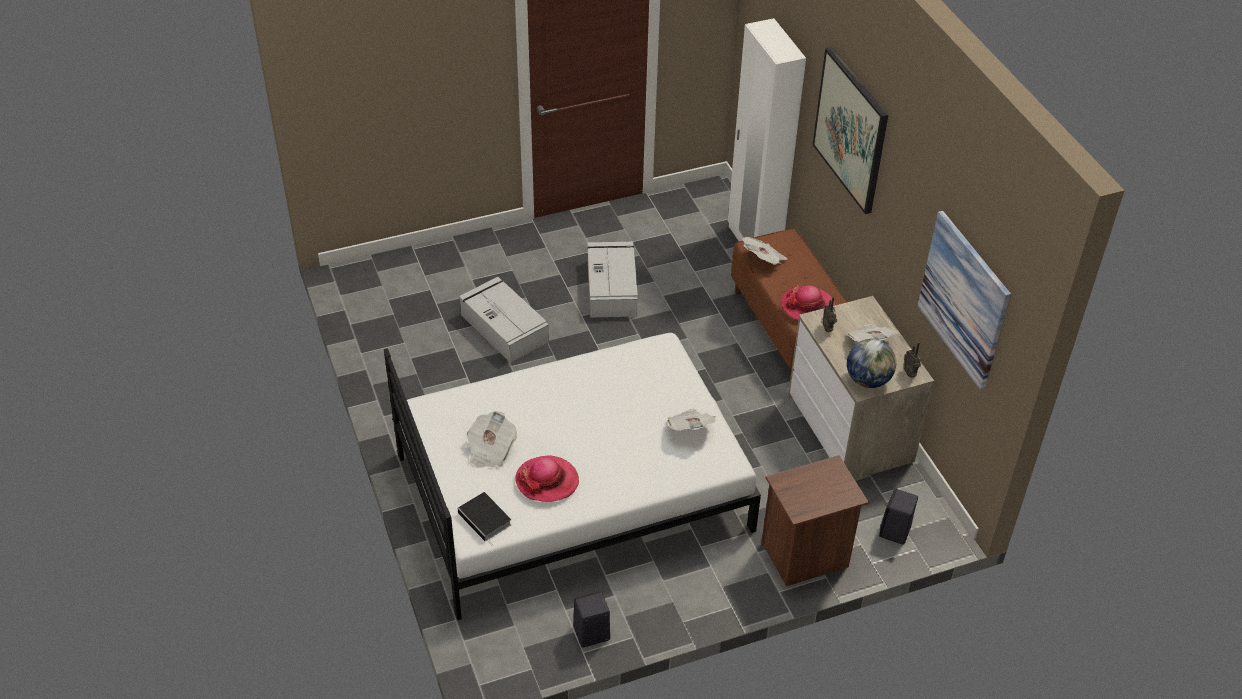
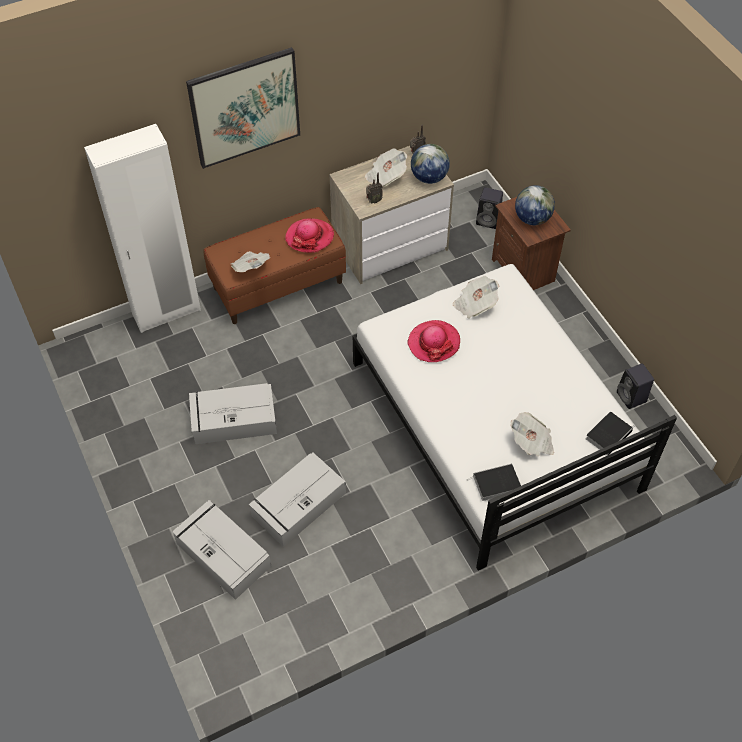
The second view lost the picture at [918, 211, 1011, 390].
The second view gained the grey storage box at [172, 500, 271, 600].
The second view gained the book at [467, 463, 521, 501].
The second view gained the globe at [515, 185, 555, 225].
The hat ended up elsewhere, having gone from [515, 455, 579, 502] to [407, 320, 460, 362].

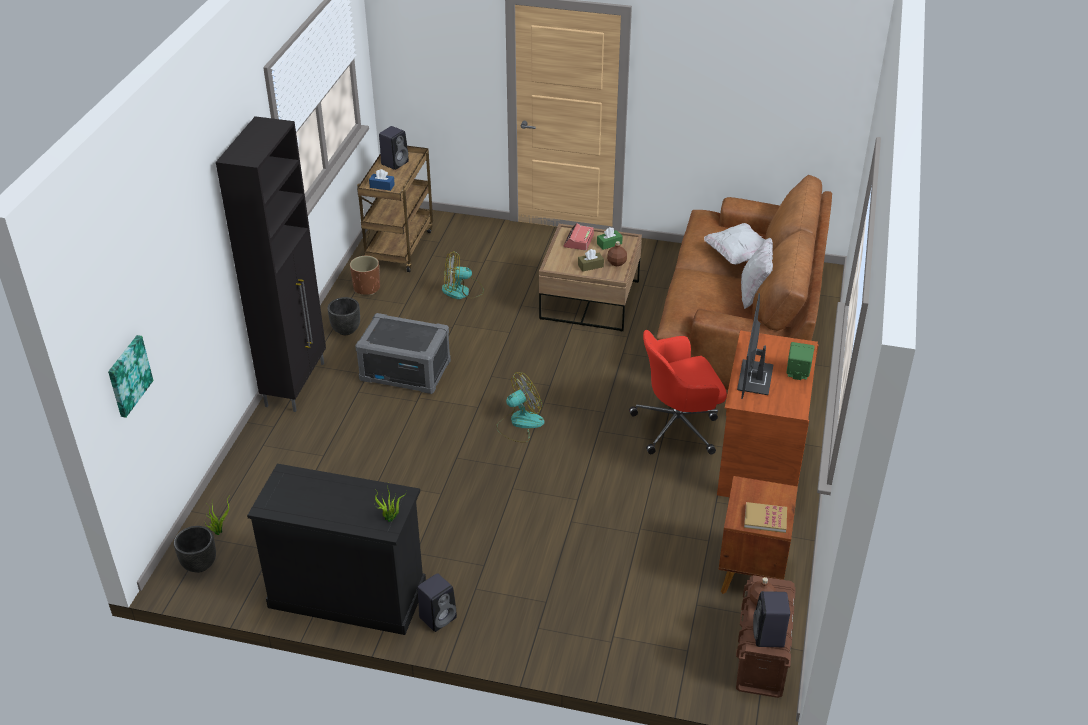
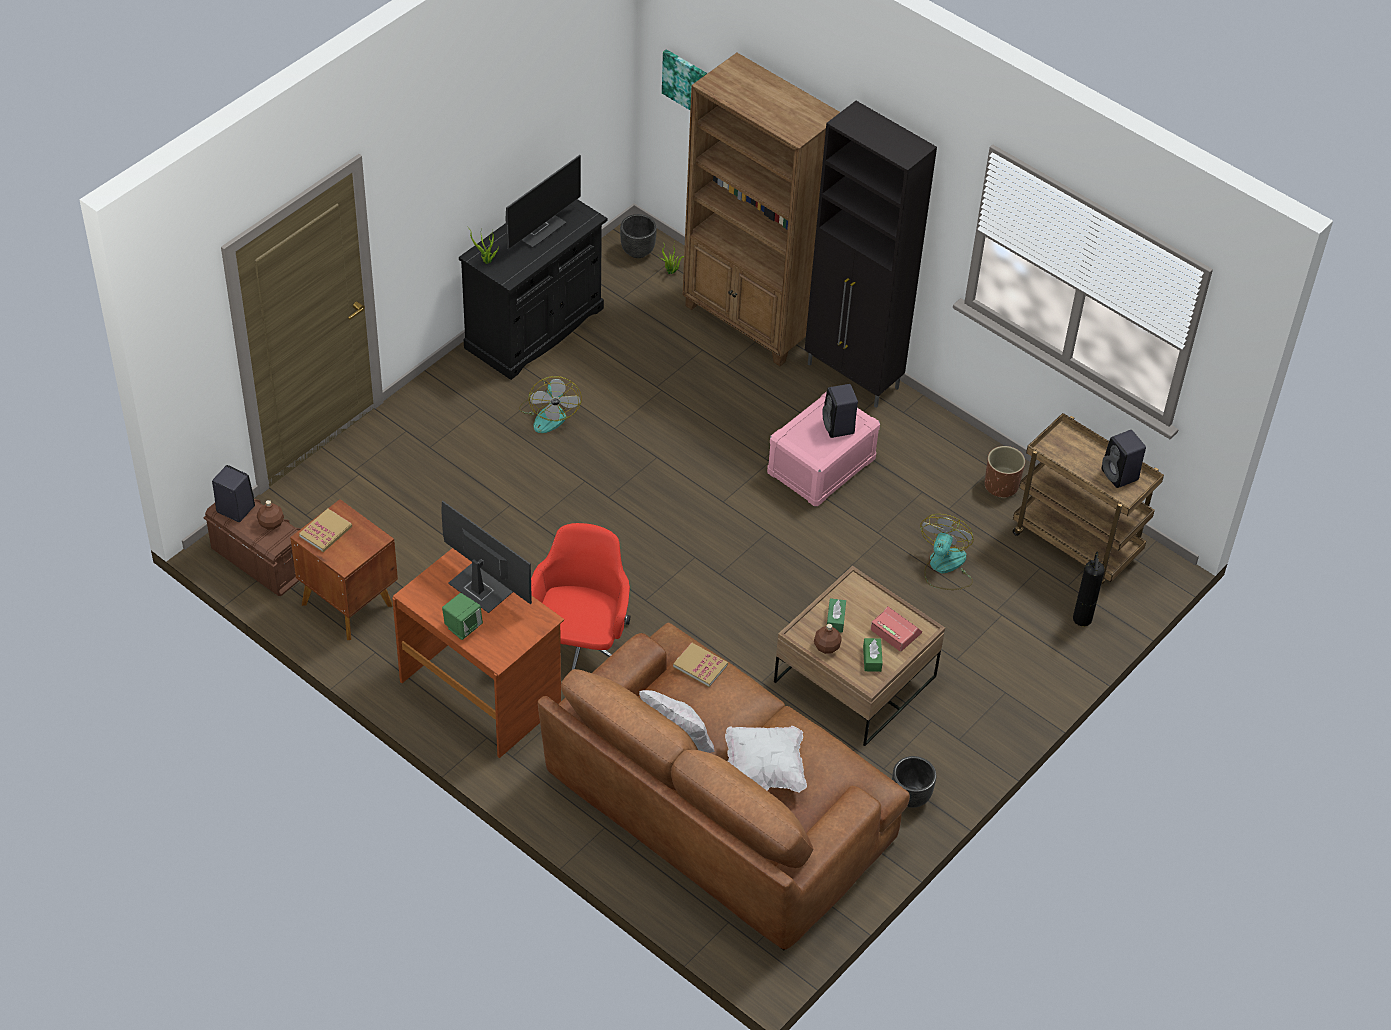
The second view lost the blue tissue box at [369, 169, 395, 191].
The second view gained the monitor at [506, 155, 581, 250].
The second view gained the book at [673, 643, 728, 687].
The second view gained the brown bookcase at [683, 53, 840, 366].
The second view gained the fire extinguisher at [1073, 552, 1105, 626].
The black planter ended up elsewhere, having gone from [328, 297, 360, 335] to [892, 756, 936, 808].
The black speaker ended up elsewhere, having gone from [417, 573, 457, 632] to [822, 384, 858, 438].
The fan ended up elsewhere, having gone from [496, 372, 544, 442] to [519, 376, 582, 433].
What was the grey storage box at [355, 313, 451, 394] turned into the pink storage box at [767, 392, 880, 507].
What was the brown tissue box at [578, 249, 604, 272] turned into the green tissue box at [827, 598, 846, 633].

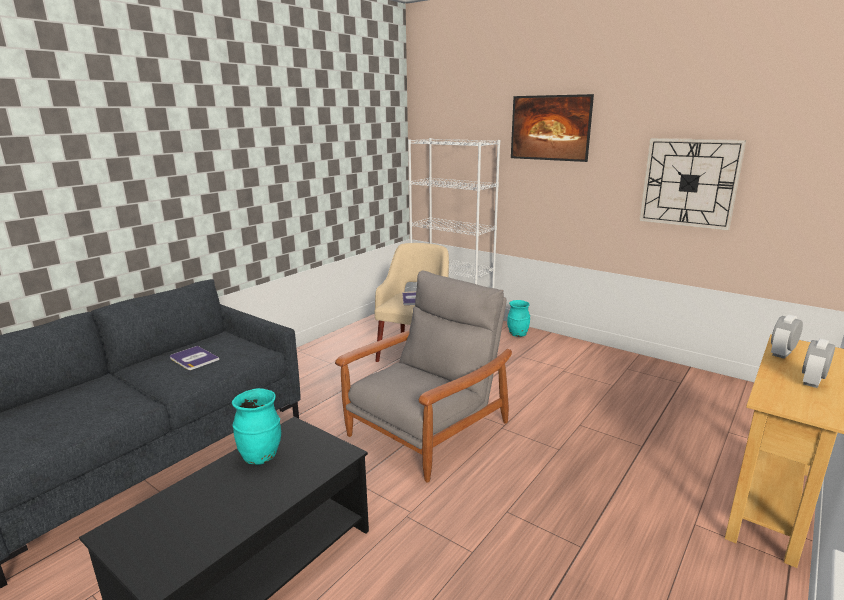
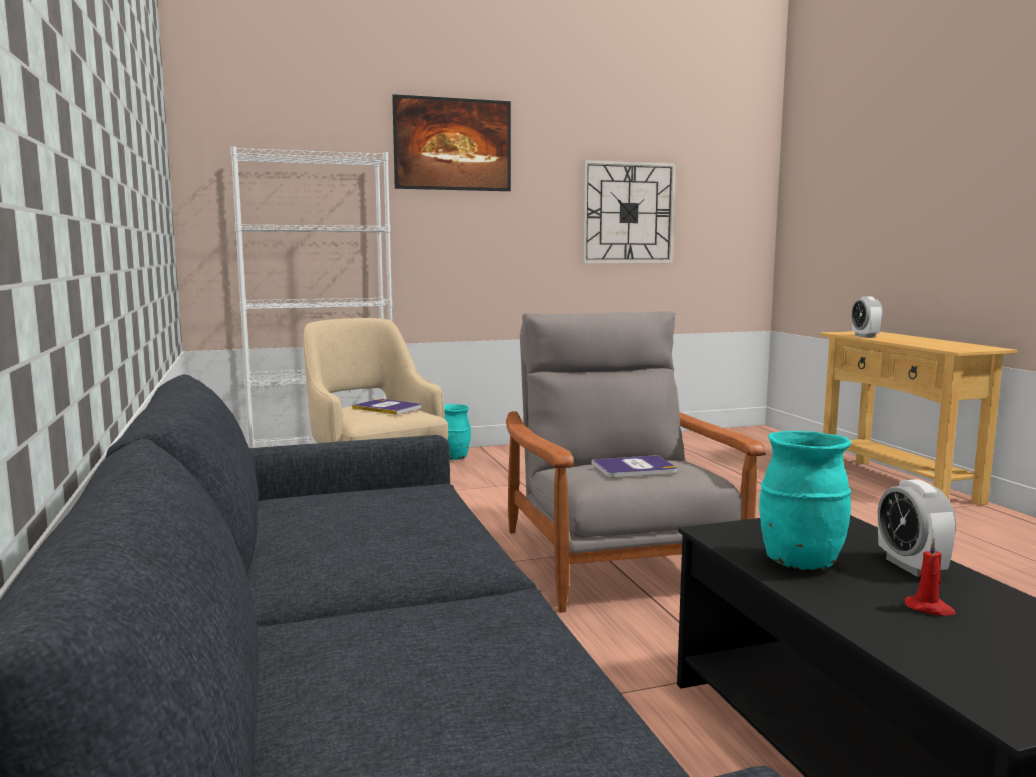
The second view gained the red candle at [905, 538, 956, 616].
The book ended up elsewhere, having gone from [170, 346, 219, 370] to [591, 455, 677, 478].
The alarm clock ended up elsewhere, having gone from [802, 339, 835, 388] to [878, 479, 956, 577].

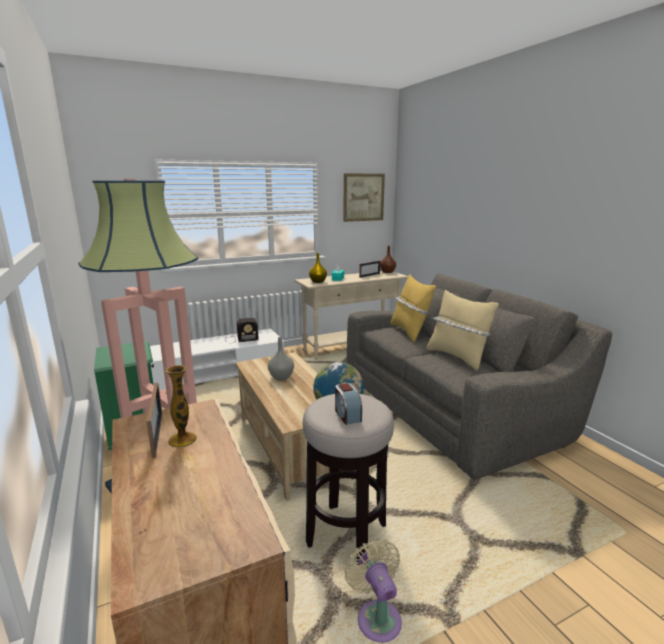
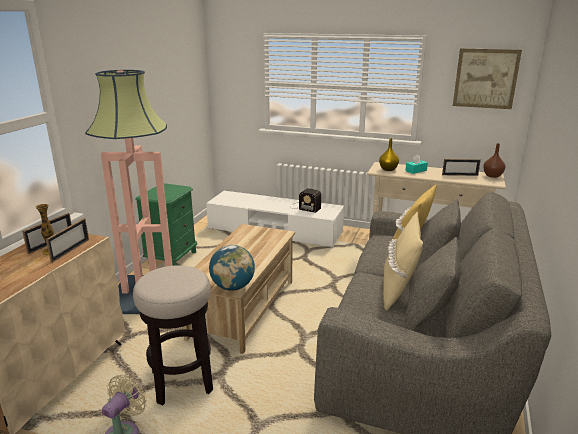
The second view lost the grey vase at [268, 337, 294, 380].
The second view lost the alarm clock at [335, 383, 362, 425].
The second view gained the picture frame at [46, 218, 89, 263].

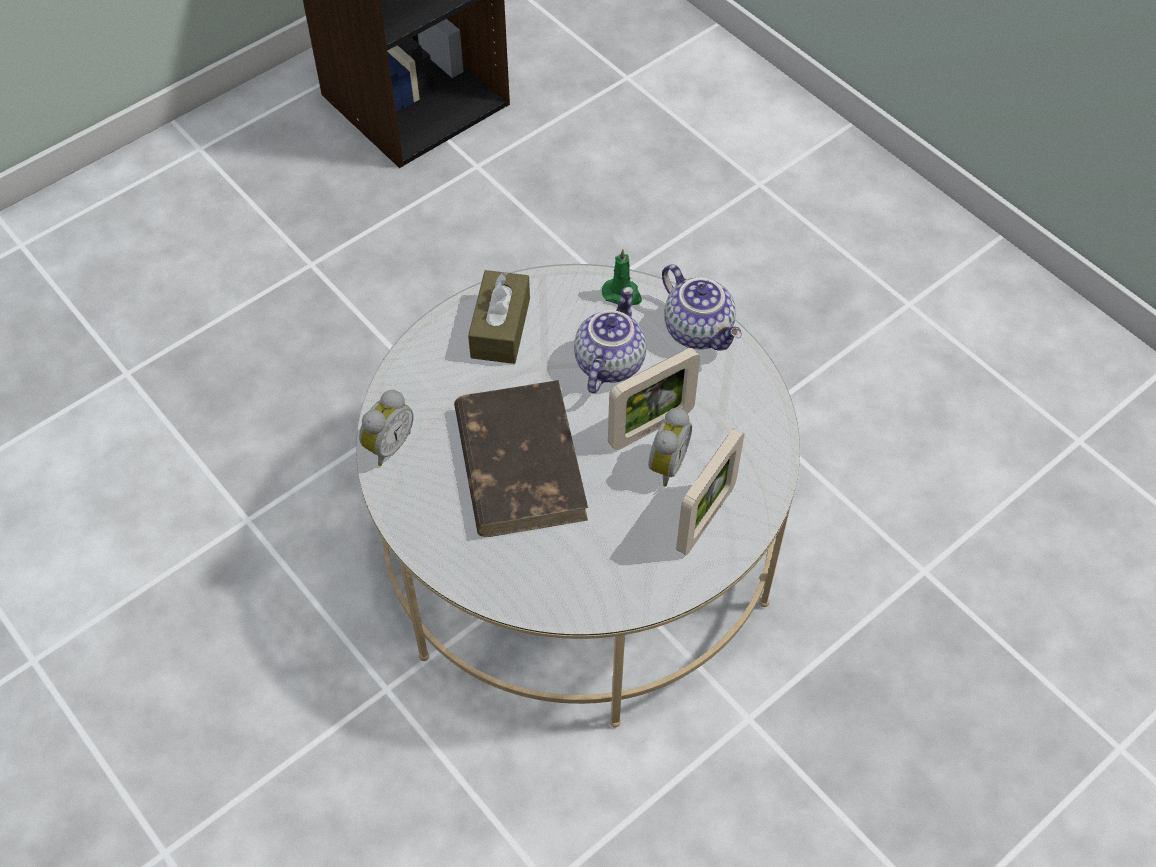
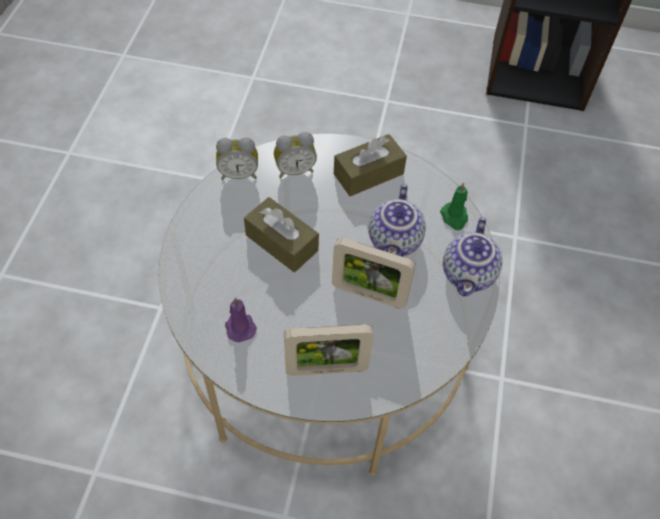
The second view gained the purple candle at [225, 298, 257, 342].
The alarm clock ended up elsewhere, having gone from [648, 408, 692, 486] to [274, 132, 317, 178].
Where the brown book stood at [454, 380, 588, 537], the brown tissue box came to stand at [244, 197, 319, 272].
The teapot at [574, 287, 646, 393] ended up facing another way, 120 degrees clockwise from before.

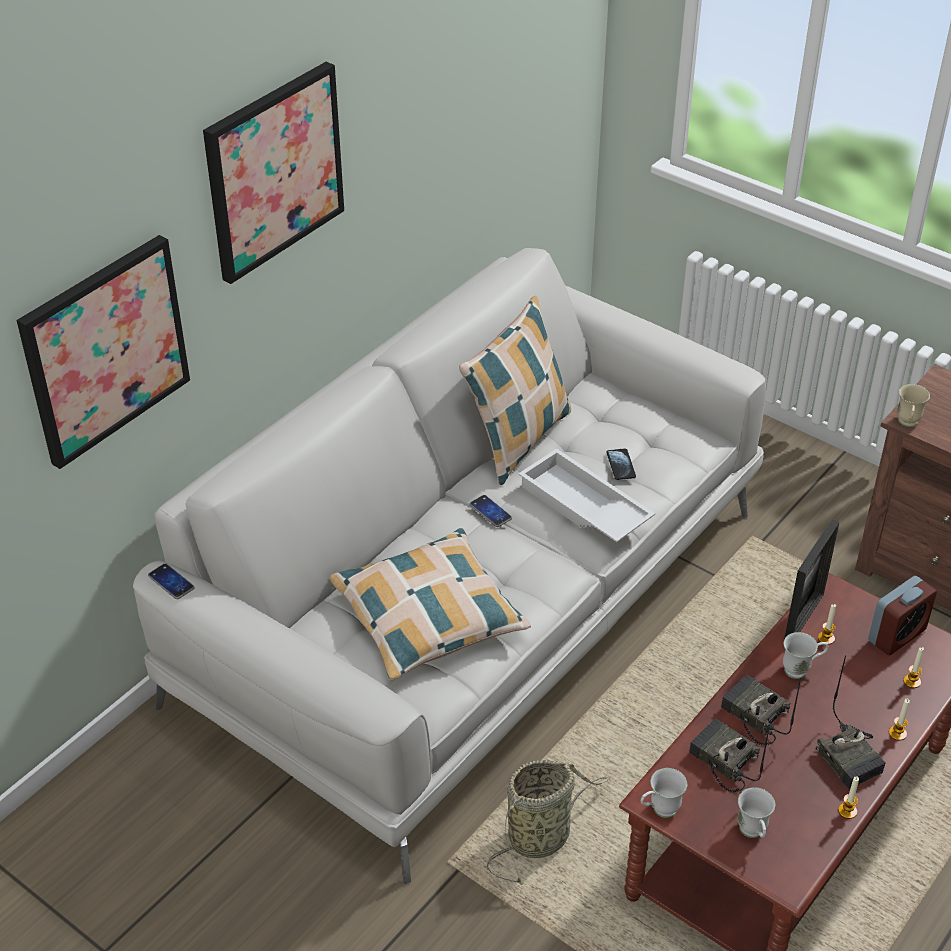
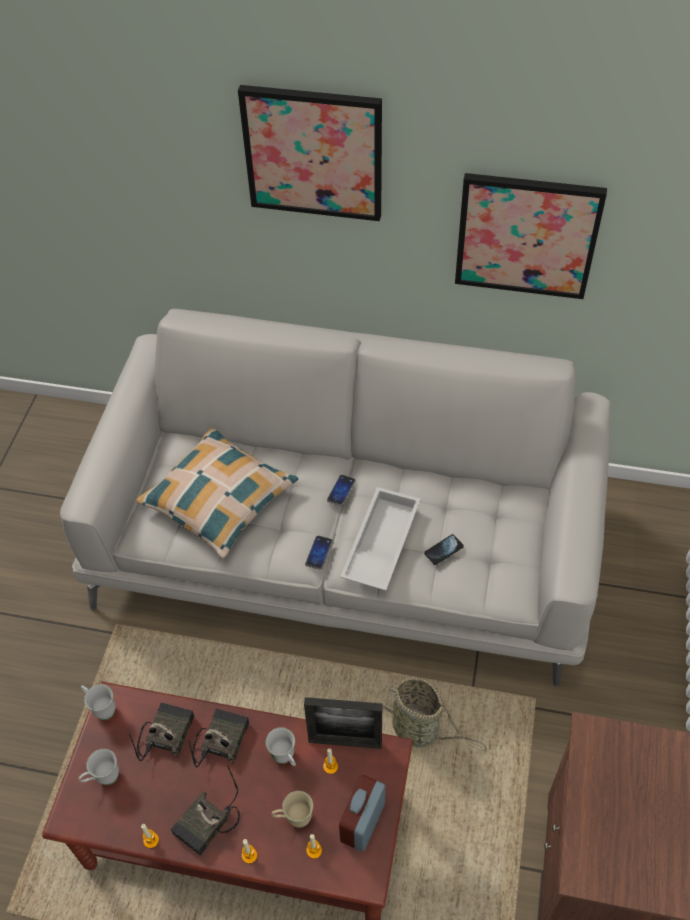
The second view lost the pillow at [459, 296, 571, 485].
The picture ended up elsewhere, having gone from [17, 235, 190, 469] to [455, 173, 607, 299].
The phone ended up elsewhere, having gone from [148, 564, 194, 599] to [305, 536, 333, 570].
The basket ended up elsewhere, having gone from [487, 760, 610, 885] to [374, 677, 487, 752].
The beige mug ended up elsewhere, having gone from [897, 384, 930, 427] to [272, 791, 313, 828].
The alarm clock at [868, 576, 937, 655] ended up facing another way, 90 degrees clockwise from before.

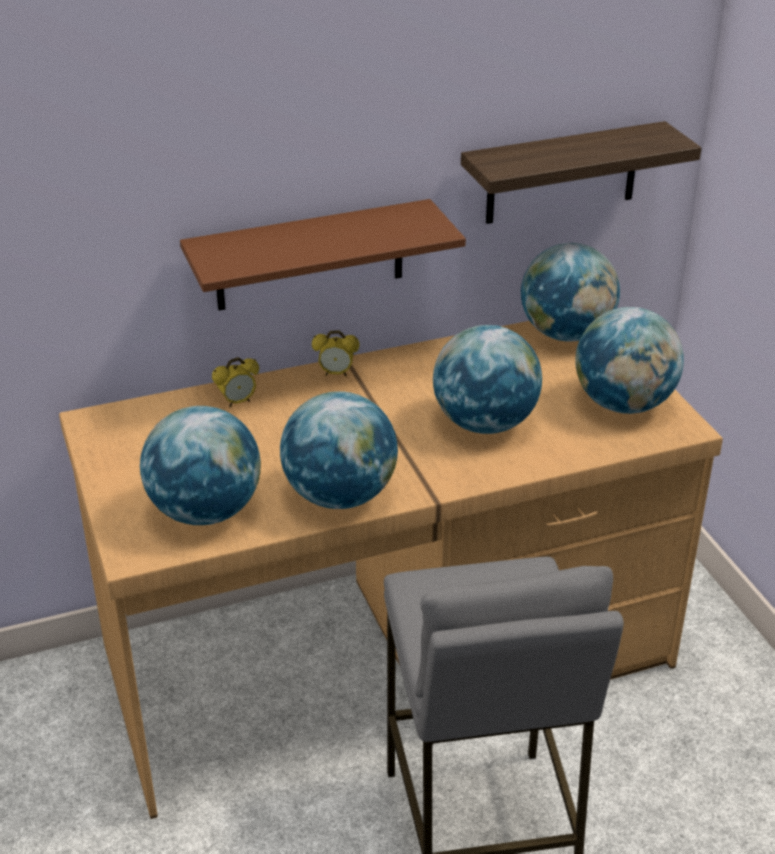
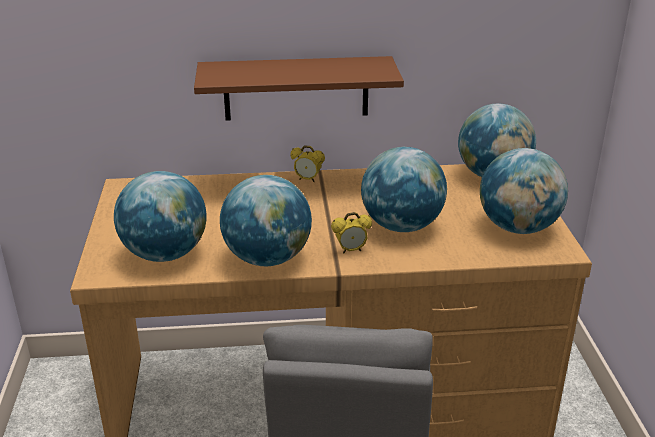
The second view lost the shelf at [461, 121, 702, 224].
The alarm clock ended up elsewhere, having gone from [212, 357, 259, 407] to [331, 212, 372, 253].

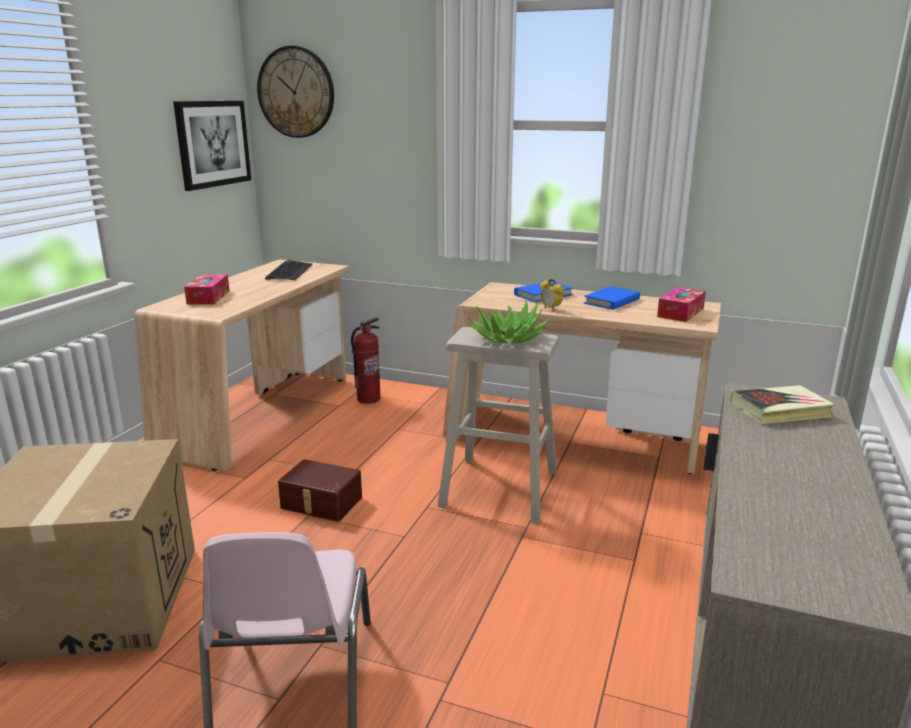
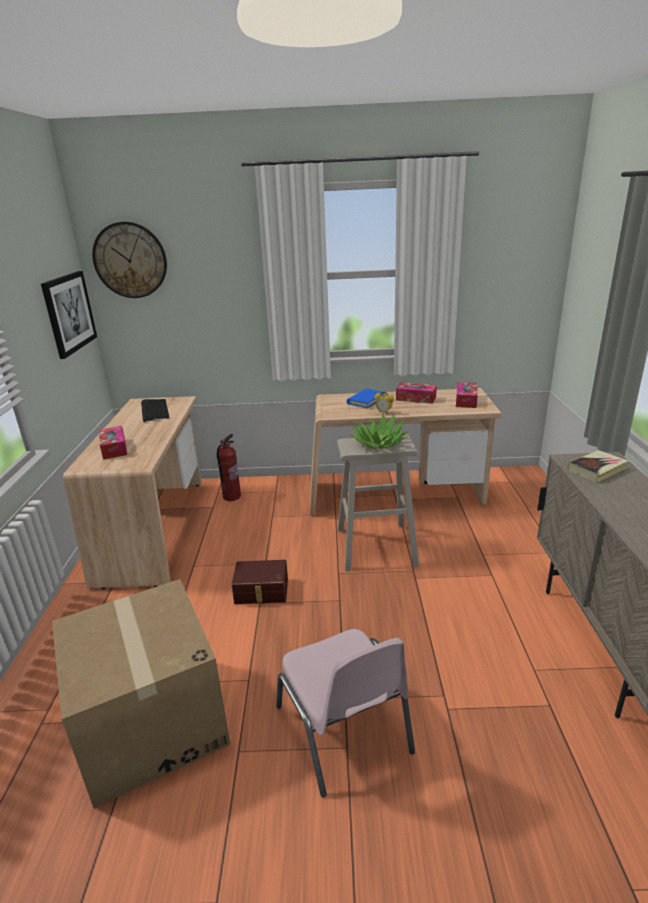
Where the blue book stood at [584, 286, 640, 310], the tissue box came to stand at [396, 382, 437, 404].

